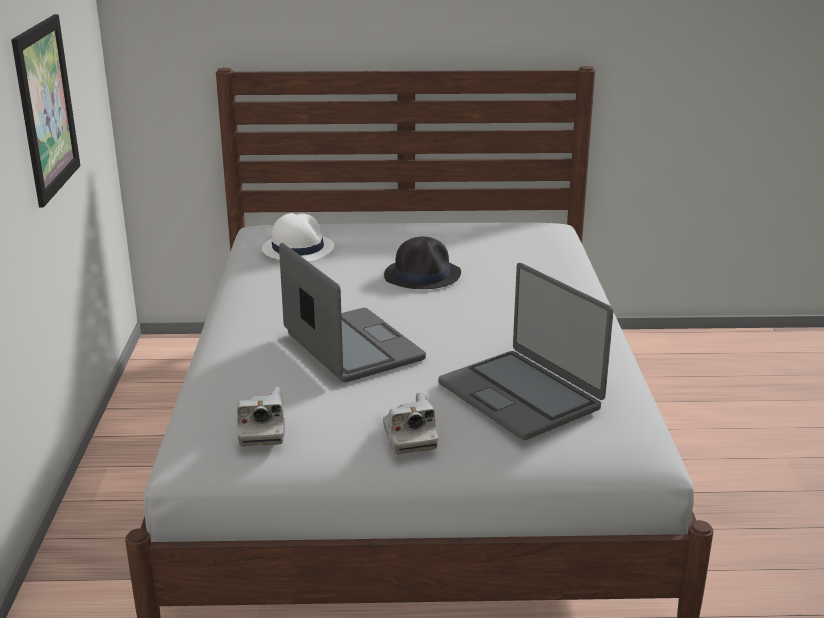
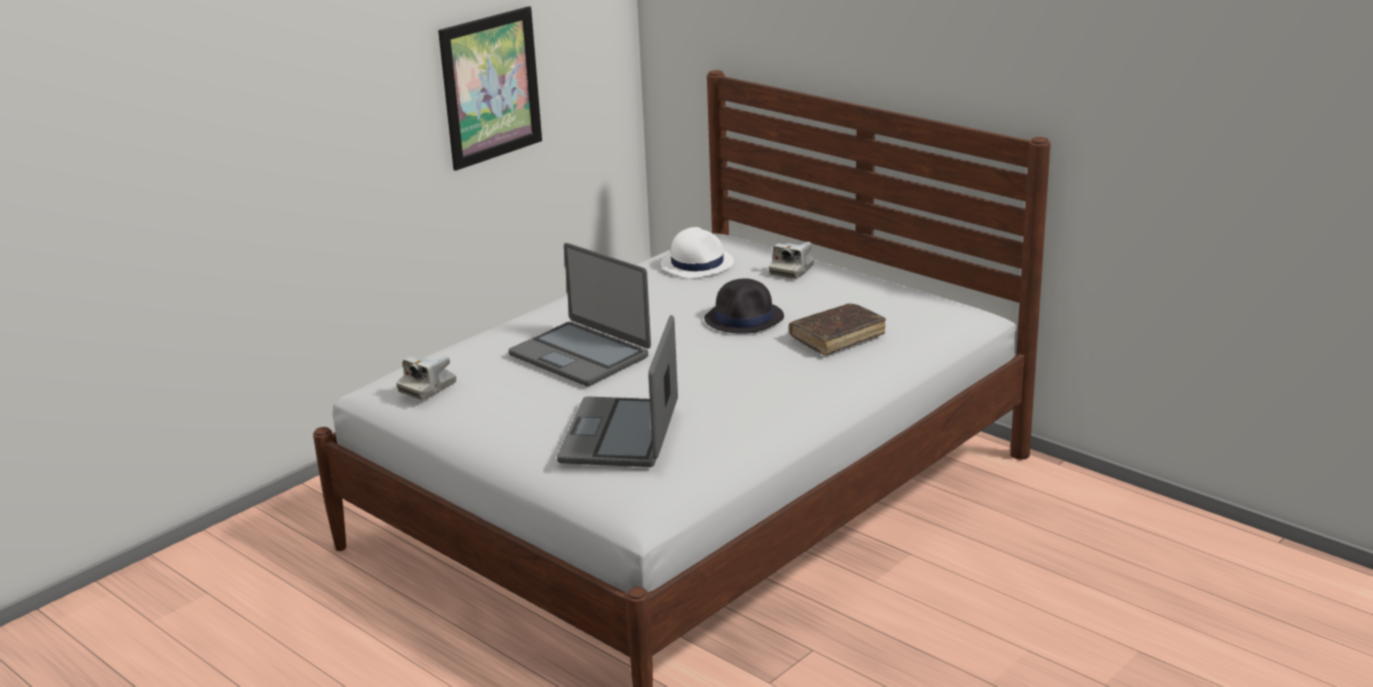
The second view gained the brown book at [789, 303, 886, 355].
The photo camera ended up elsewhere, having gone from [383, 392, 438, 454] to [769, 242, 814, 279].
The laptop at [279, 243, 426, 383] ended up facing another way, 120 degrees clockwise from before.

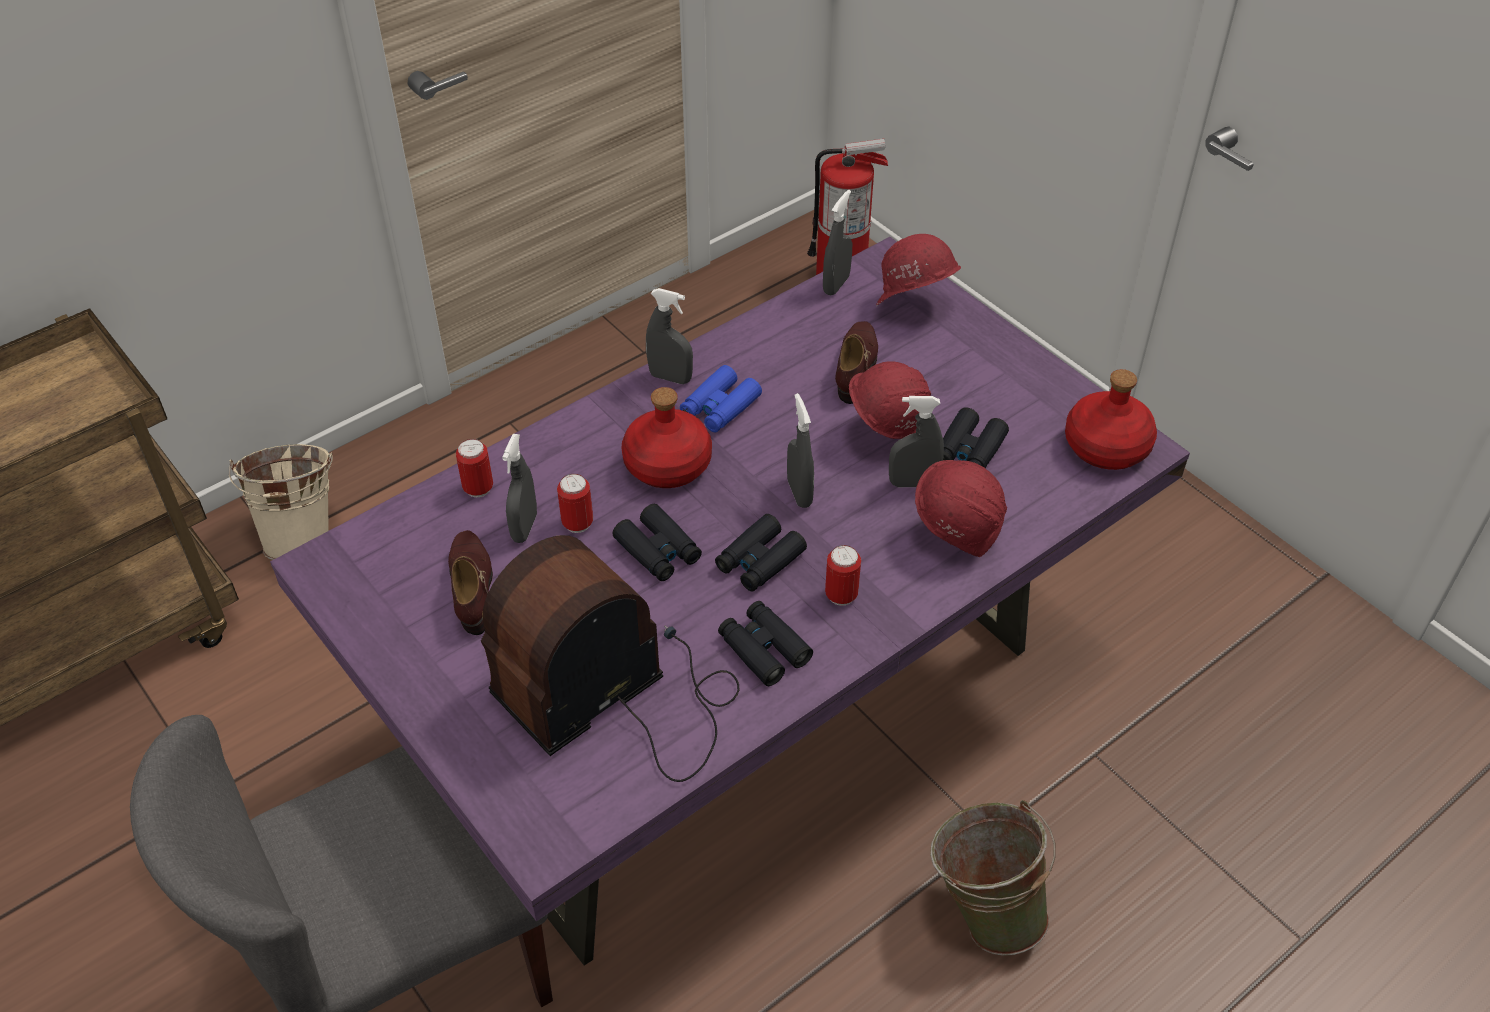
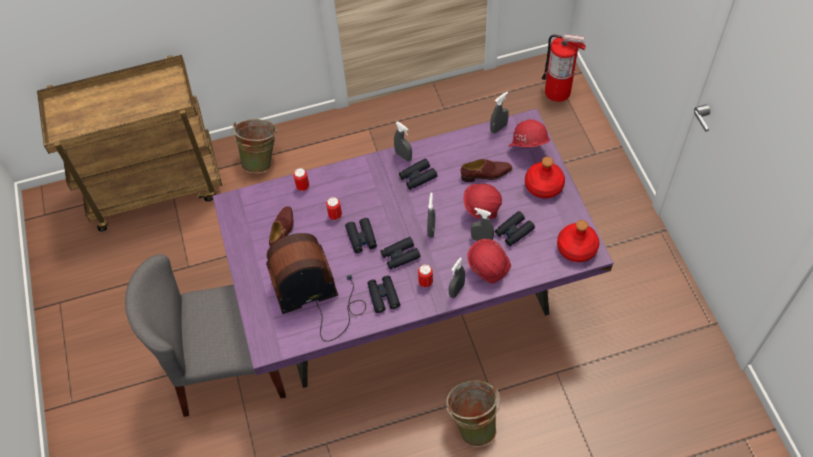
The grey spray bottle ended up elsewhere, having gone from [502, 434, 537, 543] to [449, 258, 465, 298].
The red bottle ended up elsewhere, having gone from [621, 387, 712, 488] to [525, 157, 565, 199].
What was the beige bucket at [229, 444, 333, 560] turned into the green bucket at [232, 119, 277, 173].
What was the blue binoculars at [680, 365, 762, 432] turned into the black binoculars at [399, 158, 437, 190].
The brown shoe at [835, 321, 878, 404] ended up facing another way, 45 degrees clockwise from before.

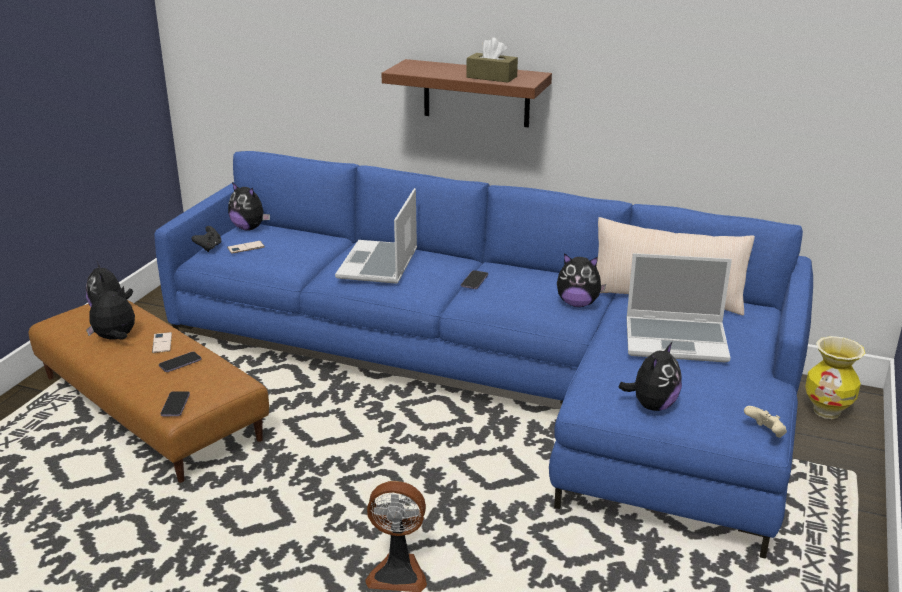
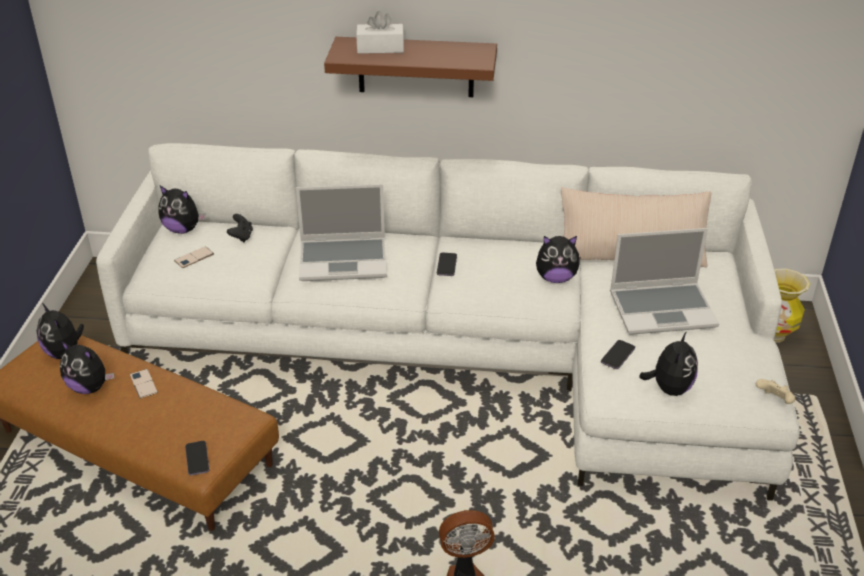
The second view lost the brown tissue box at [467, 37, 518, 83].
The second view gained the white tissue box at [356, 11, 404, 54].
The phone ended up elsewhere, having gone from [159, 352, 201, 372] to [601, 340, 635, 369].
The black game controller ended up elsewhere, having gone from [191, 226, 221, 252] to [227, 214, 253, 242].
What was the blue sofa at [154, 151, 813, 559] turned into the white sofa at [96, 143, 800, 501].
The plush toy at [86, 286, 135, 340] ended up facing another way, 120 degrees counterclockwise from before.
The laptop at [335, 188, 417, 284] ended up facing another way, 90 degrees counterclockwise from before.

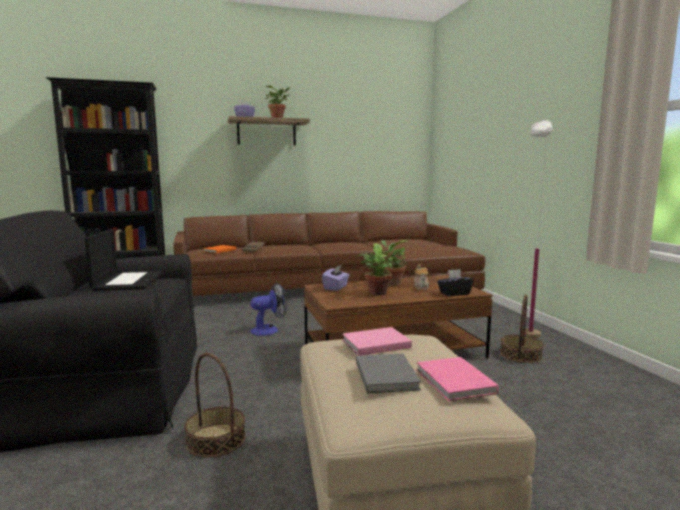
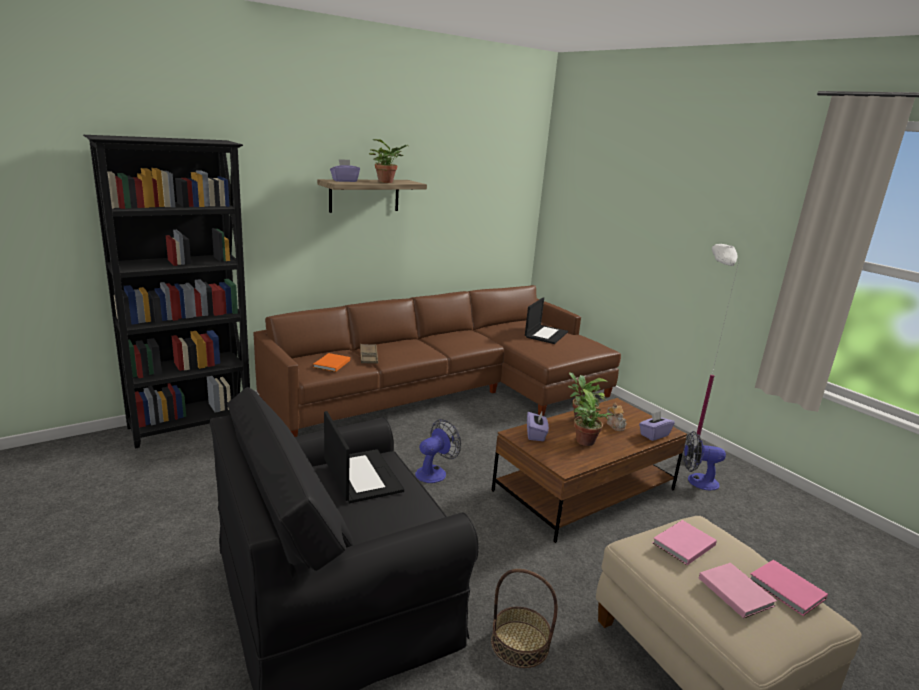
The second view gained the laptop at [525, 297, 568, 344].
Where the basket stood at [500, 294, 544, 363], the fan came to stand at [683, 431, 726, 490].
What was the grey book at [356, 354, 421, 393] turned into the pink book at [699, 563, 777, 618].
What was the black tissue box at [437, 269, 474, 296] turned into the purple tissue box at [639, 411, 675, 441].

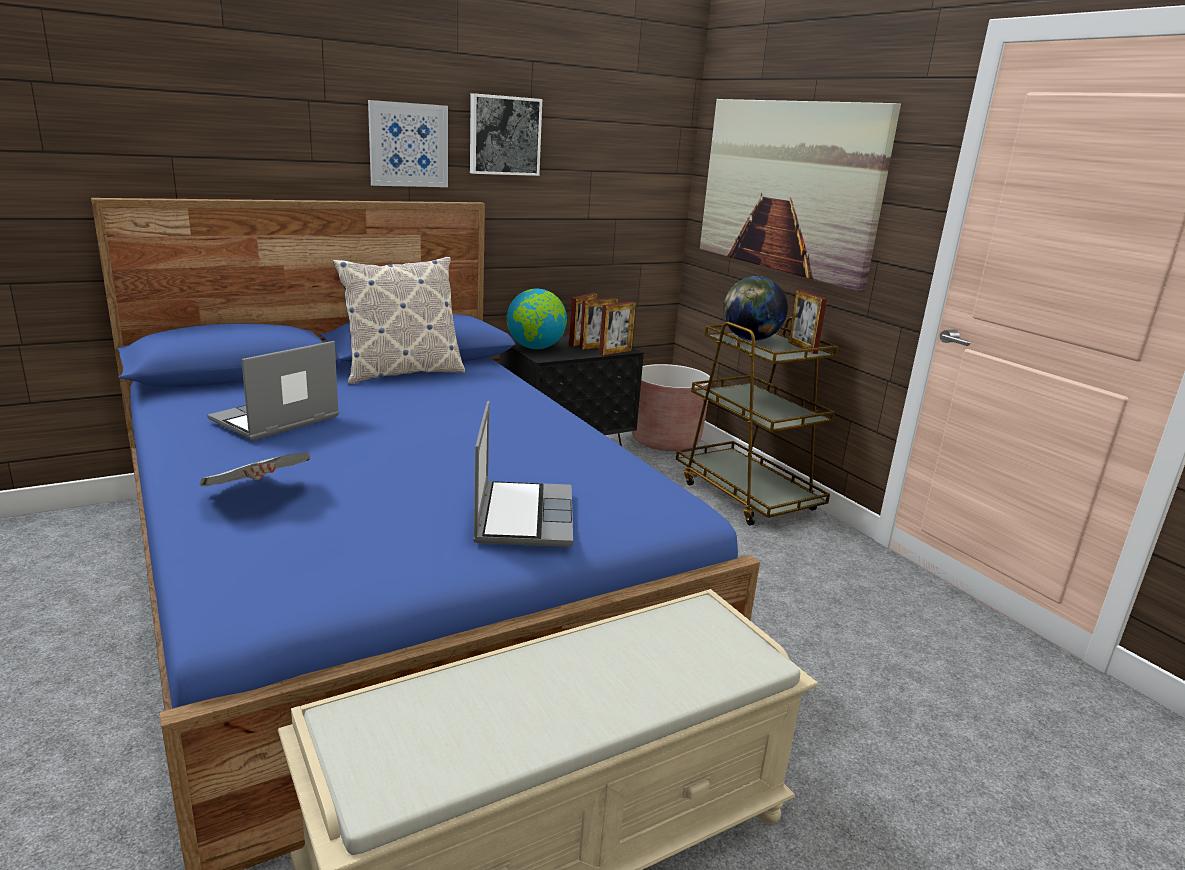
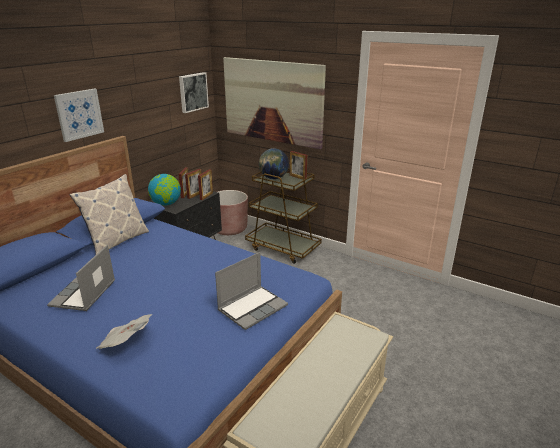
The picture ended up elsewhere, having gone from [470, 93, 542, 176] to [179, 72, 209, 113].
The laptop at [473, 401, 573, 547] ended up facing another way, 75 degrees clockwise from before.

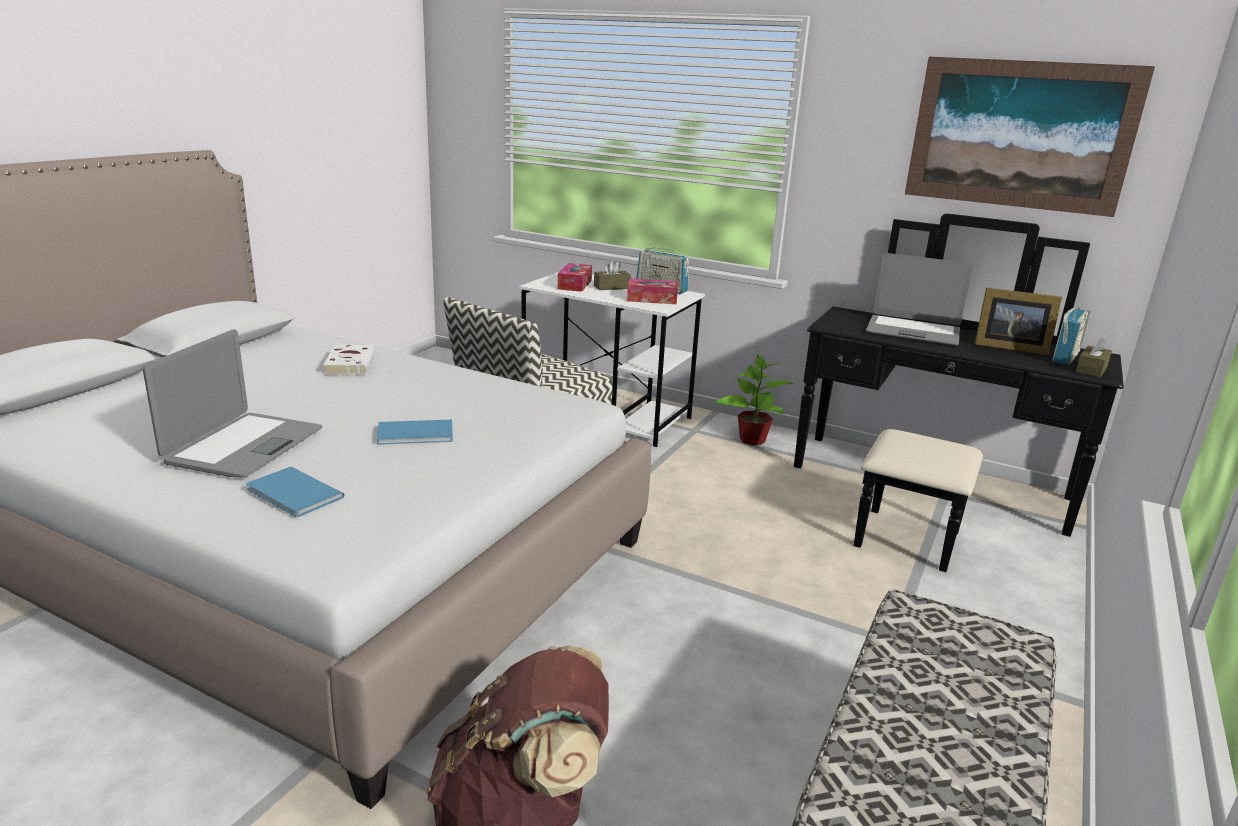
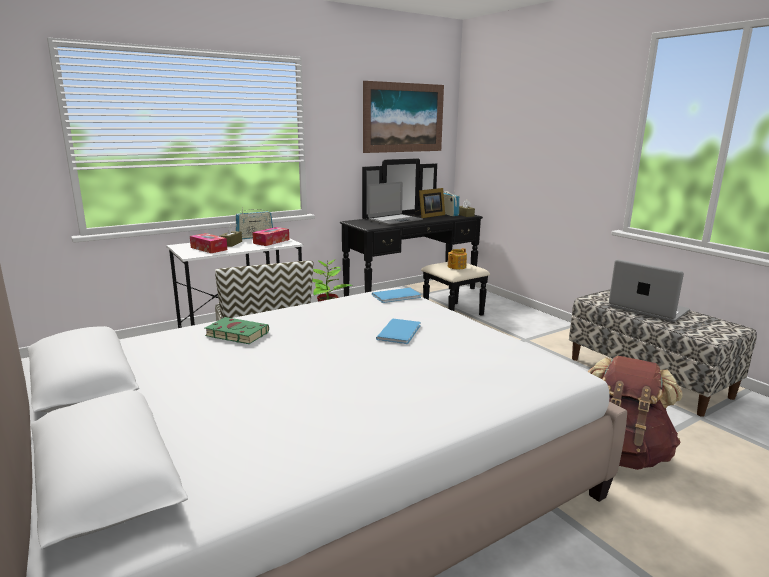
The second view gained the teapot at [448, 248, 467, 269].
The laptop ended up elsewhere, having gone from [143, 330, 322, 477] to [609, 259, 690, 322].
The blue book ended up elsewhere, having gone from [246, 467, 344, 517] to [372, 288, 421, 303].
What was the white book at [323, 345, 375, 375] turned into the green book at [205, 317, 269, 344].

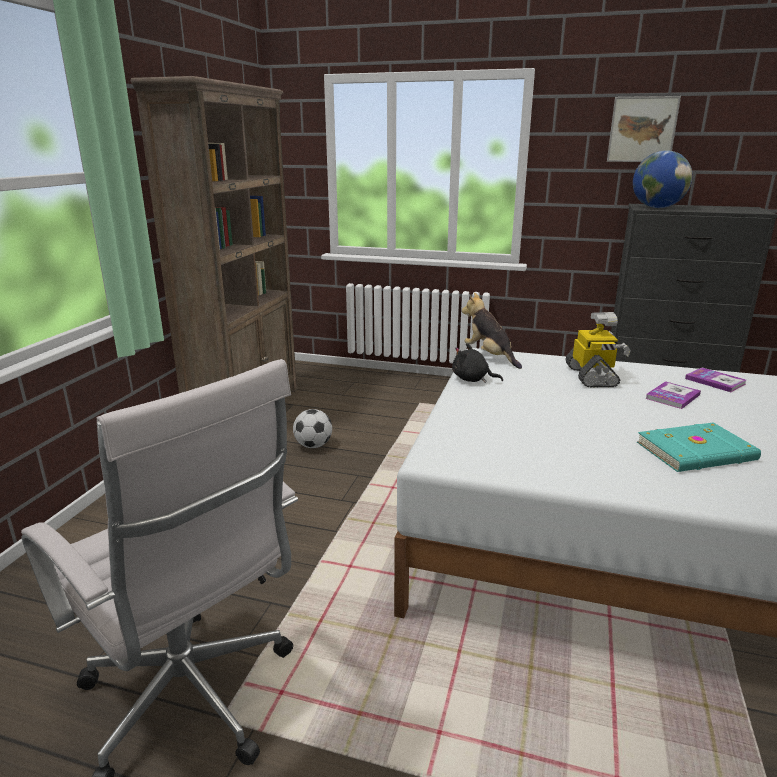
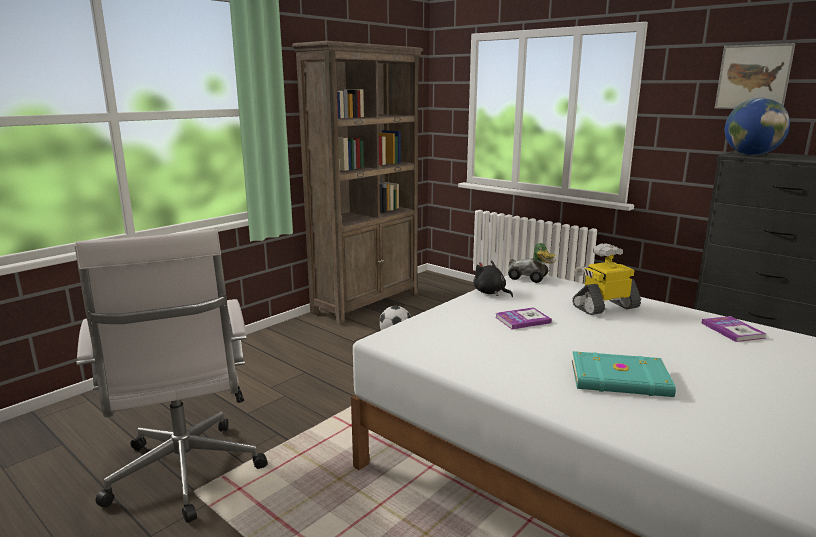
The book ended up elsewhere, having gone from [645, 381, 701, 409] to [495, 307, 552, 329].
Where the plush toy stood at [462, 292, 522, 369], the toy car came to stand at [508, 243, 556, 283].
The toy robot at [565, 312, 631, 387] ended up facing another way, 135 degrees counterclockwise from before.

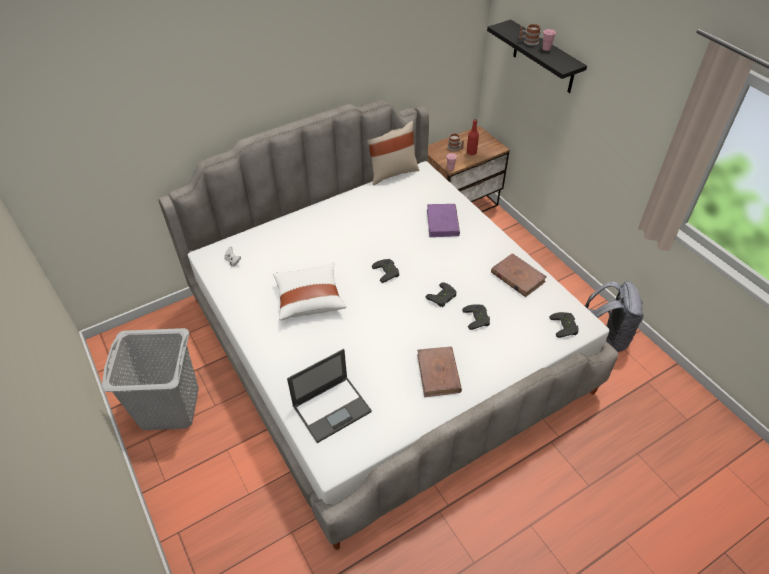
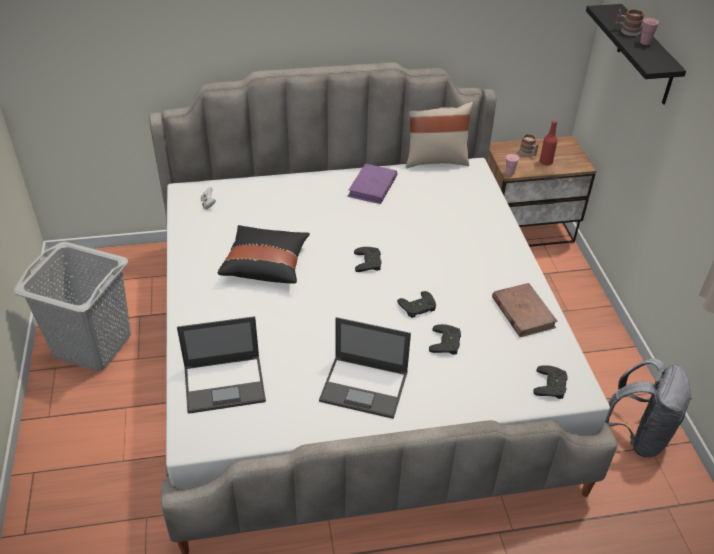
The purple book ended up elsewhere, having gone from [427, 204, 460, 237] to [348, 163, 398, 204].
Where the brown book stood at [417, 347, 462, 397], the laptop came to stand at [319, 317, 411, 419].
What was the white pillow at [273, 263, 346, 320] turned into the black pillow at [218, 225, 310, 284].

